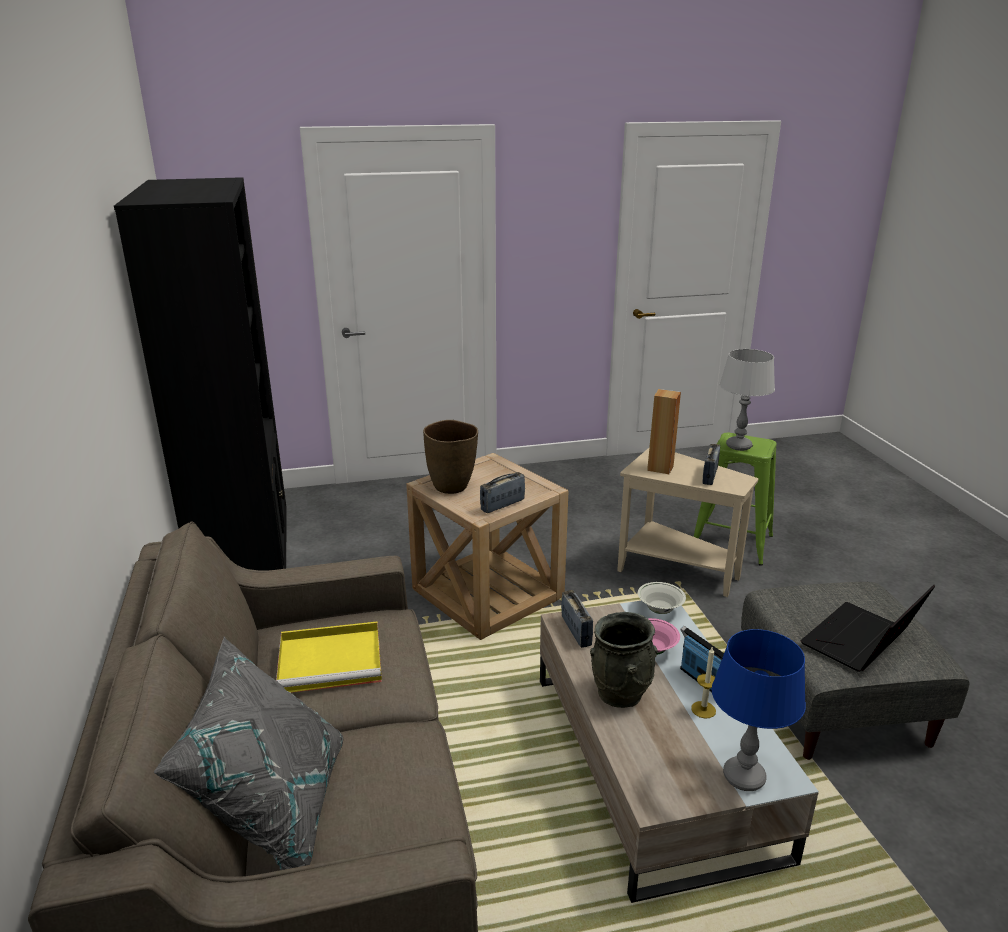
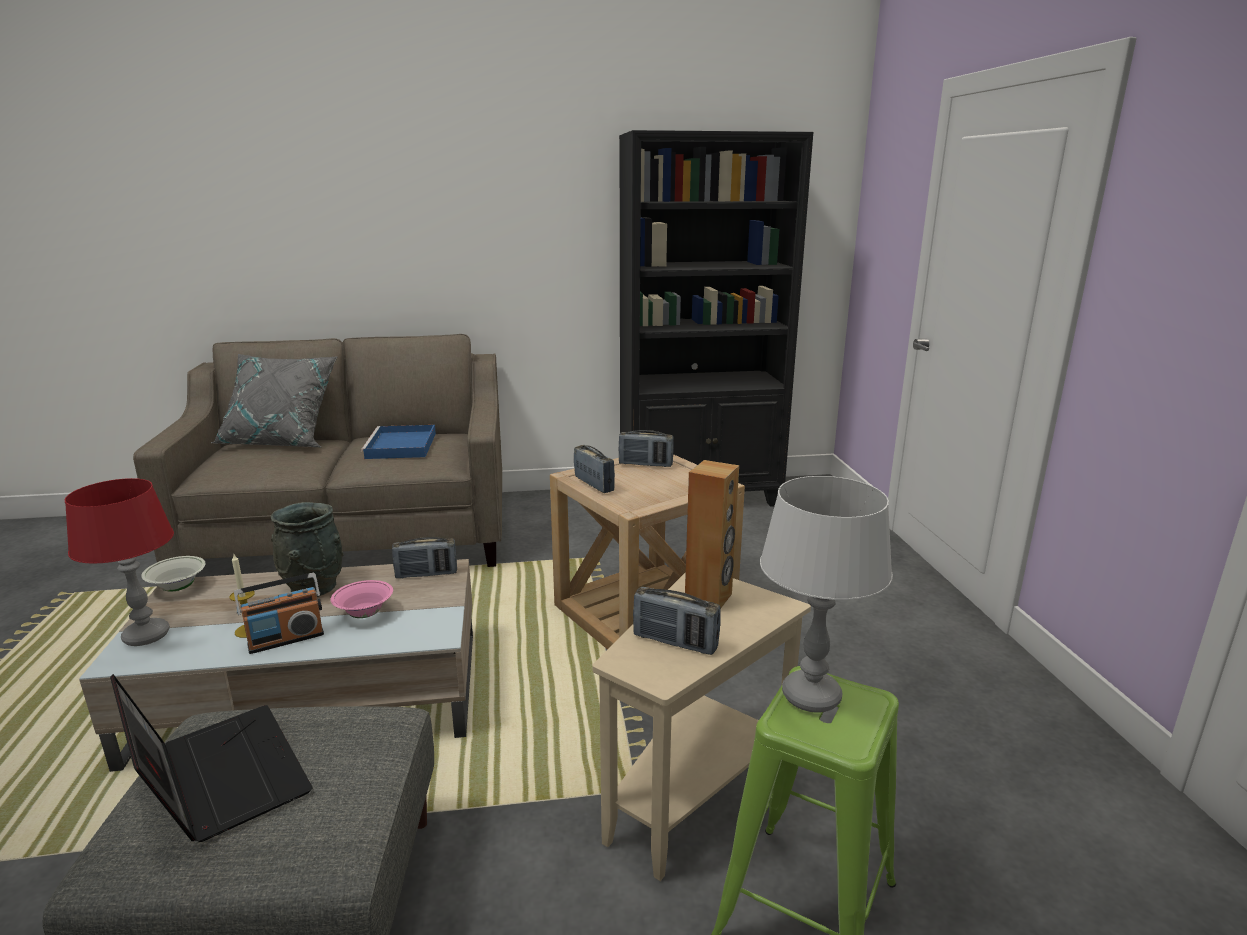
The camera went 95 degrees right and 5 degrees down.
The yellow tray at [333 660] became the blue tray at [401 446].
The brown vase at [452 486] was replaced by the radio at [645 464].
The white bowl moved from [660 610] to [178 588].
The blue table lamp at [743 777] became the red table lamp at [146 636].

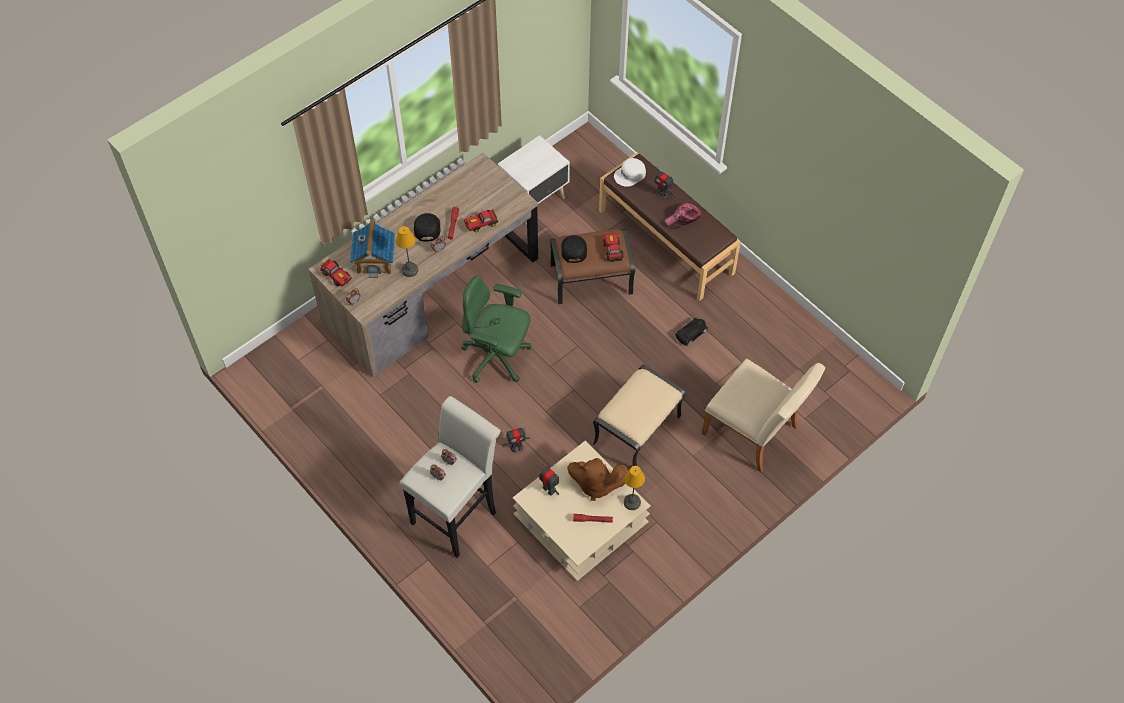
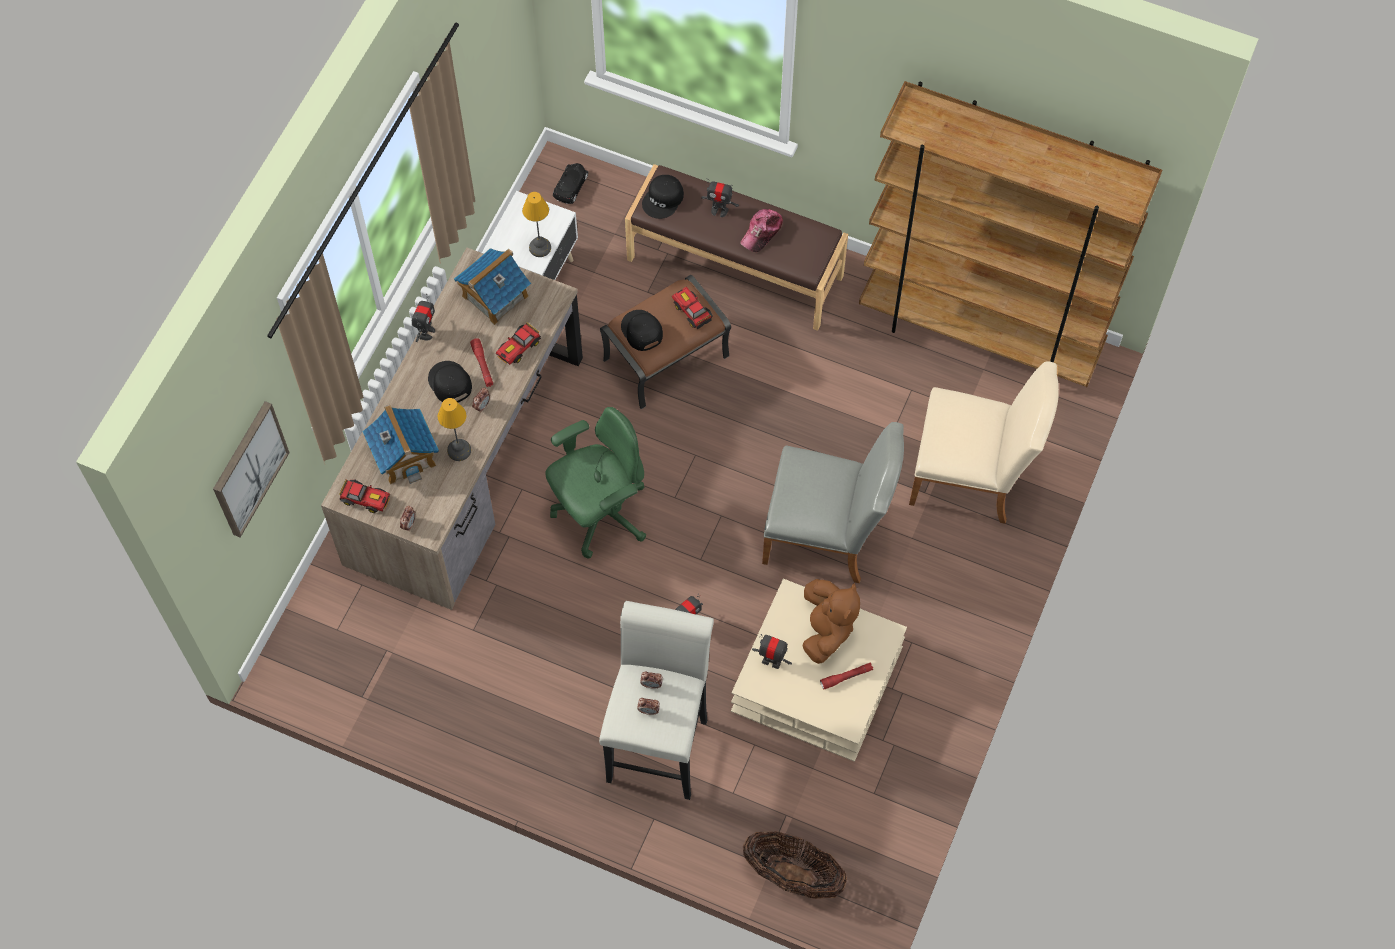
The camera went 25 degrees left and 5 degrees up.
The green office chair at [497 357] turned 150 degrees clockwise.
The brown plush toy at [596 484] turned 75 degrees counterclockwise.
The beige ottoman at [637 430] was replaced by the grey chair at [828 535].
The white cap at [630 175] became the black cap at [663 199].
The table lamp moved from [632 502] to [540 247].
The black toy car moved from [691 333] to [571 186].
The picture at [249 468] appeared.
The toy robot at [426 332] appeared.
The toy house at [494 296] appeared.
The basket at [793 874] appeared.
The brown bookcase at [980 333] appeared.

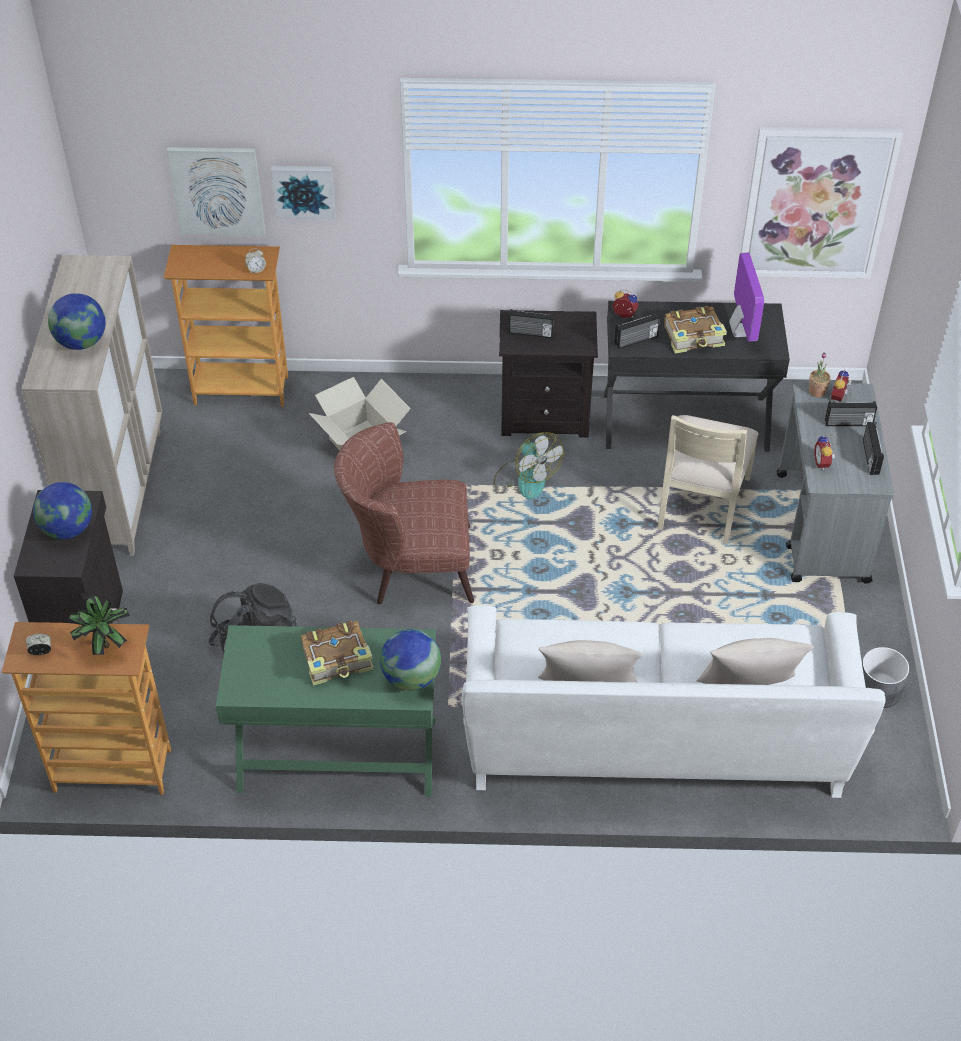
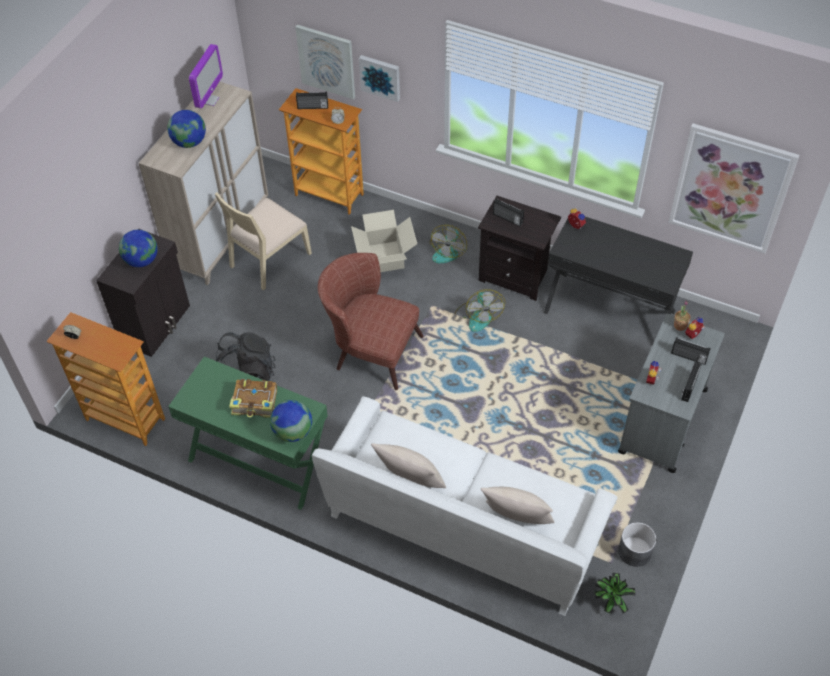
The camera went 25 degrees right and 5 degrees up.
The potted plant moved from [103 644] to [610 601].
The radio moved from [636 340] to [312 107].
The beige chair moved from [701 503] to [269 259].
The book at [694 337] disappeared.
The monitor moved from [741 330] to [209 100].
The fan at [447 251] appeared.

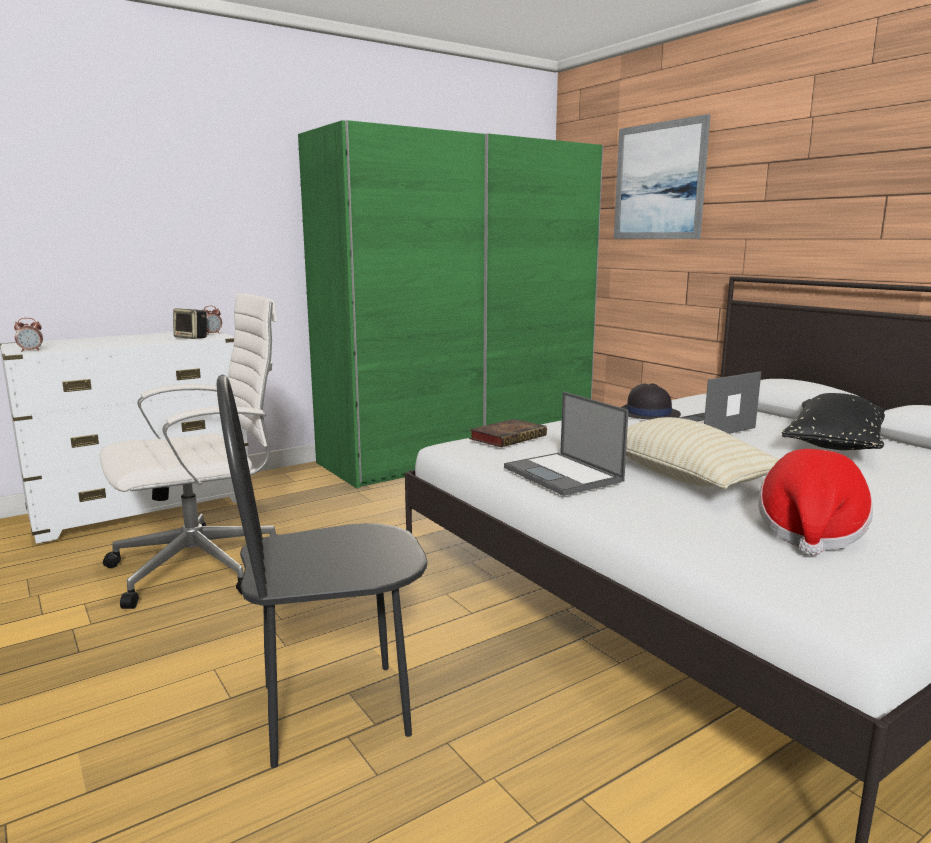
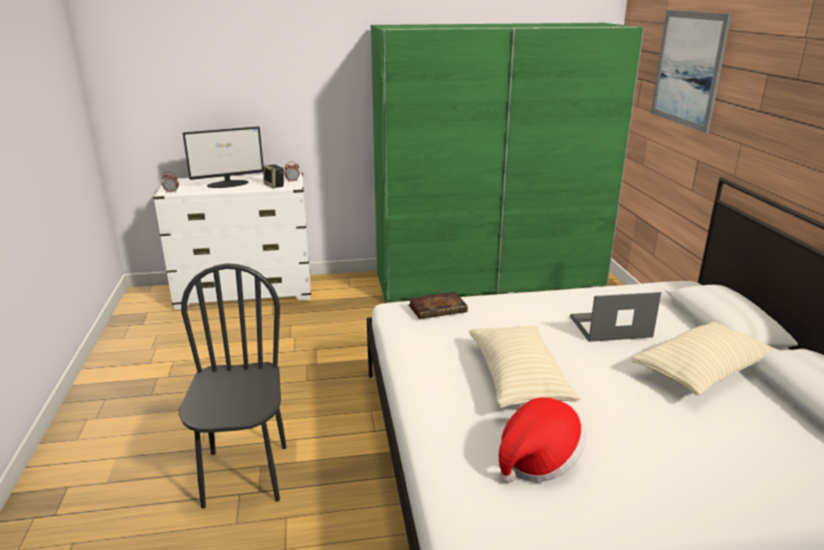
The camera went 25 degrees right and 10 degrees up.
The white office chair at [203 566] disappeared.
The black chair at [335 710] turned 75 degrees clockwise.
The laptop at [564 474] disappeared.
The black hat at [648 414] disappeared.
The black pillow at [835 444] became the beige pillow at [702 372].
The monitor at [228 184] appeared.

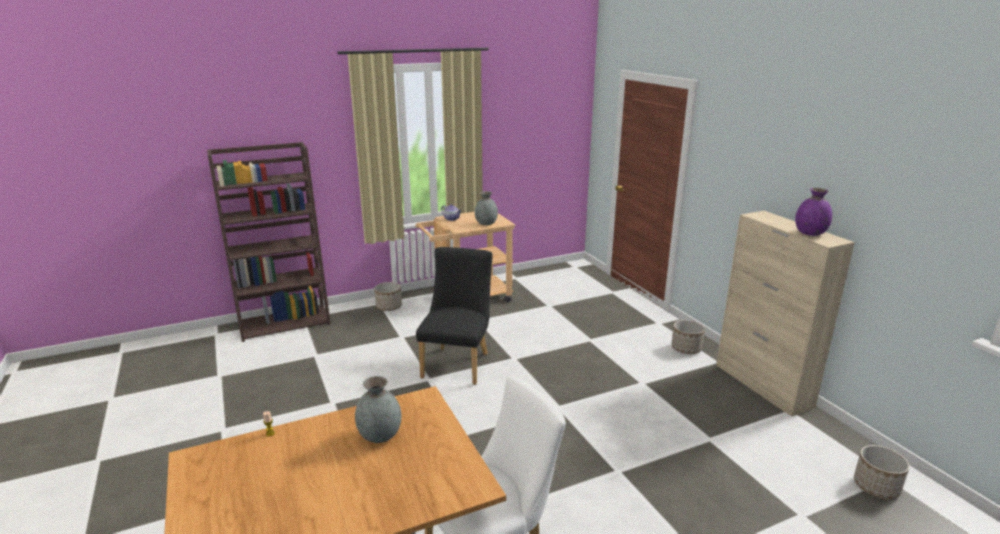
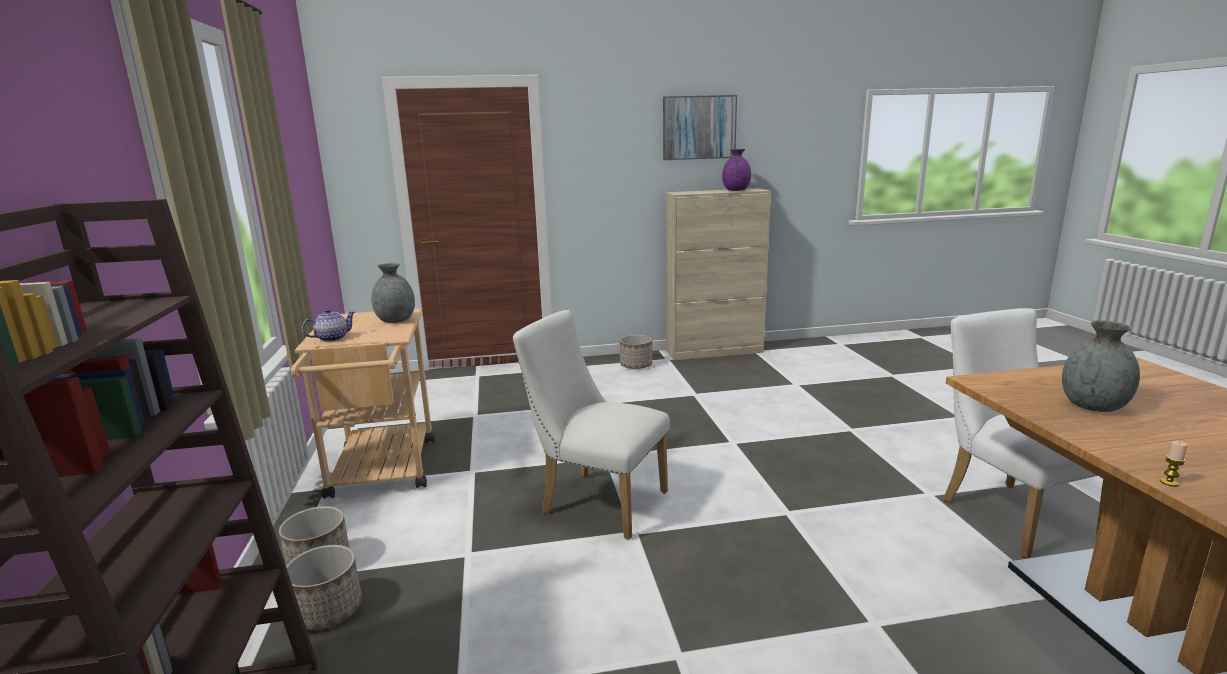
The camera went 75 degrees left and 5 degrees down.
The black chair at [458 363] became the white chair at [596 501].
The planter moved from [875 486] to [327 611].
The picture at [699 127] appeared.

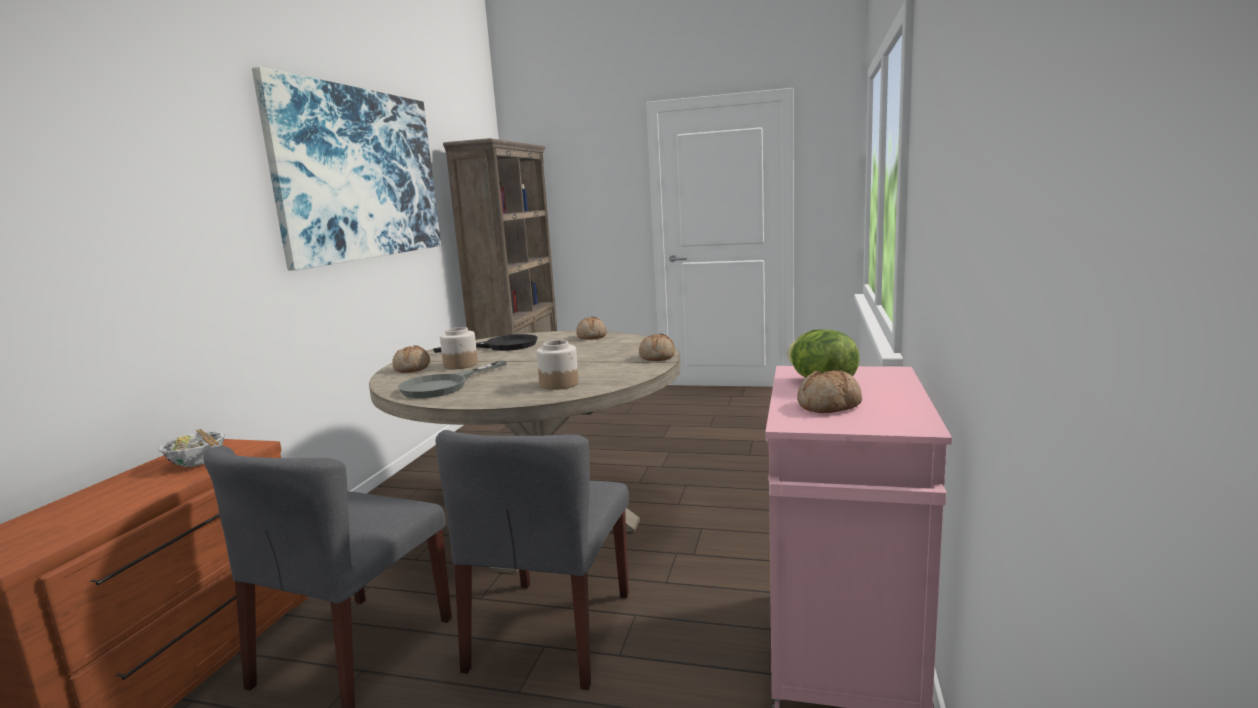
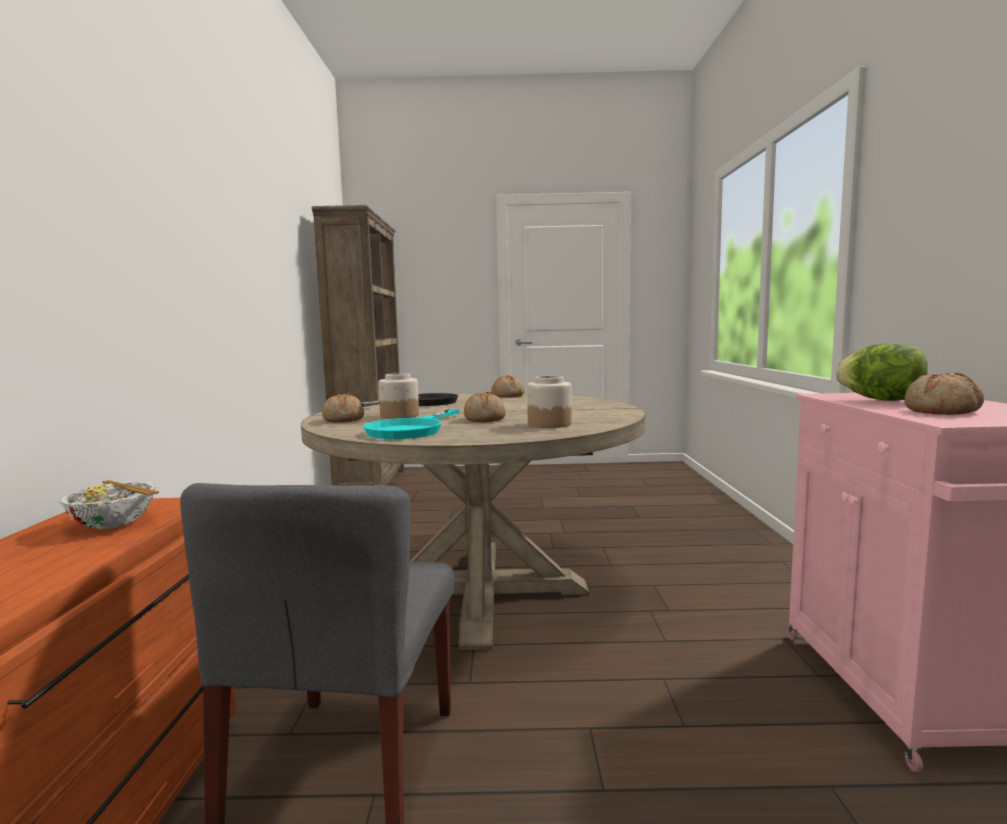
The camera went 15 degrees left and 5 degrees down.
The picture at [360 174] disappeared.
The grey frying pan at [444 385] became the turquoise frying pan at [412 429].
The grey chair at [551 631] disappeared.
The bread moved from [658 357] to [485 419].

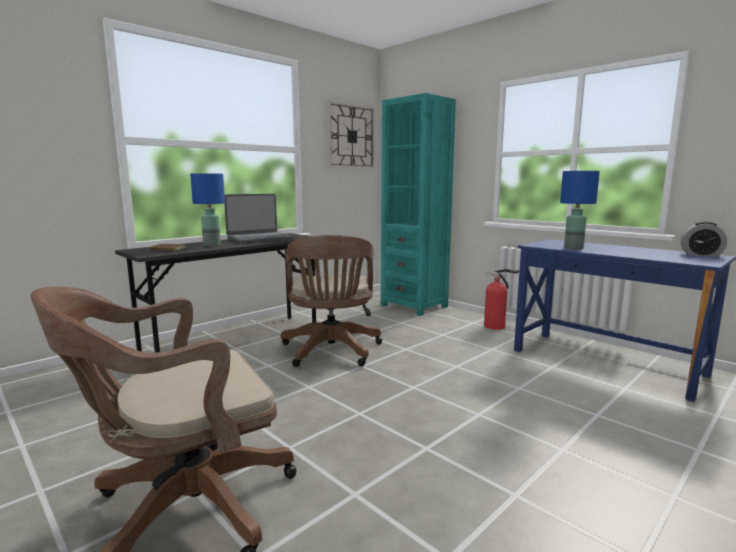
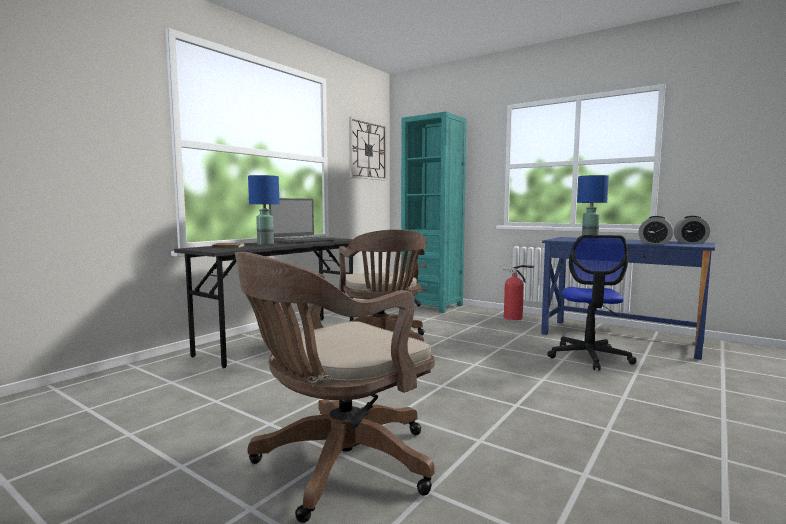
The camera went 10 degrees left and 5 degrees down.
The office chair at [589 357] appeared.
The alarm clock at [655 243] appeared.

